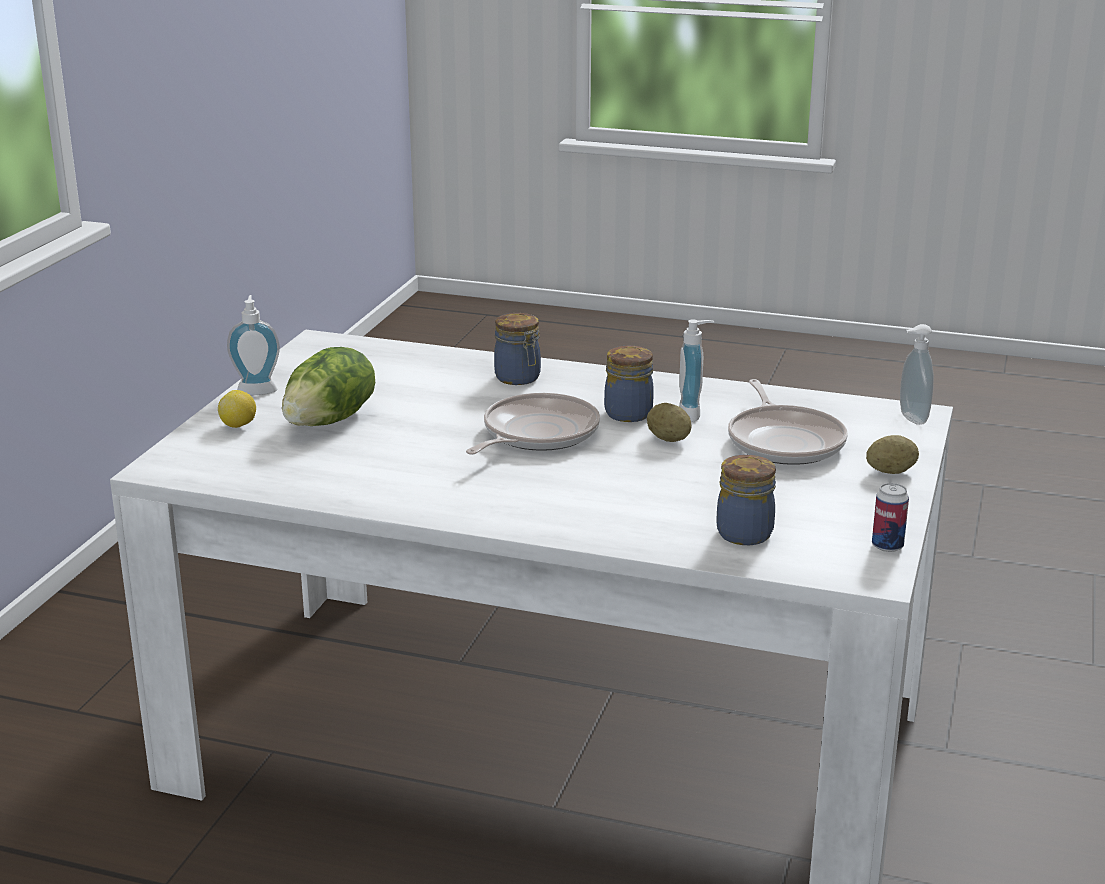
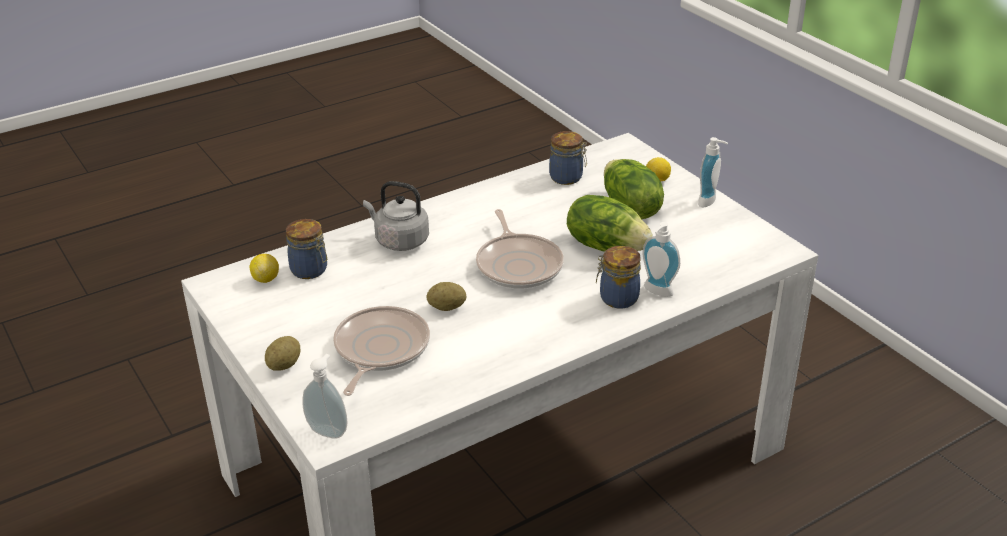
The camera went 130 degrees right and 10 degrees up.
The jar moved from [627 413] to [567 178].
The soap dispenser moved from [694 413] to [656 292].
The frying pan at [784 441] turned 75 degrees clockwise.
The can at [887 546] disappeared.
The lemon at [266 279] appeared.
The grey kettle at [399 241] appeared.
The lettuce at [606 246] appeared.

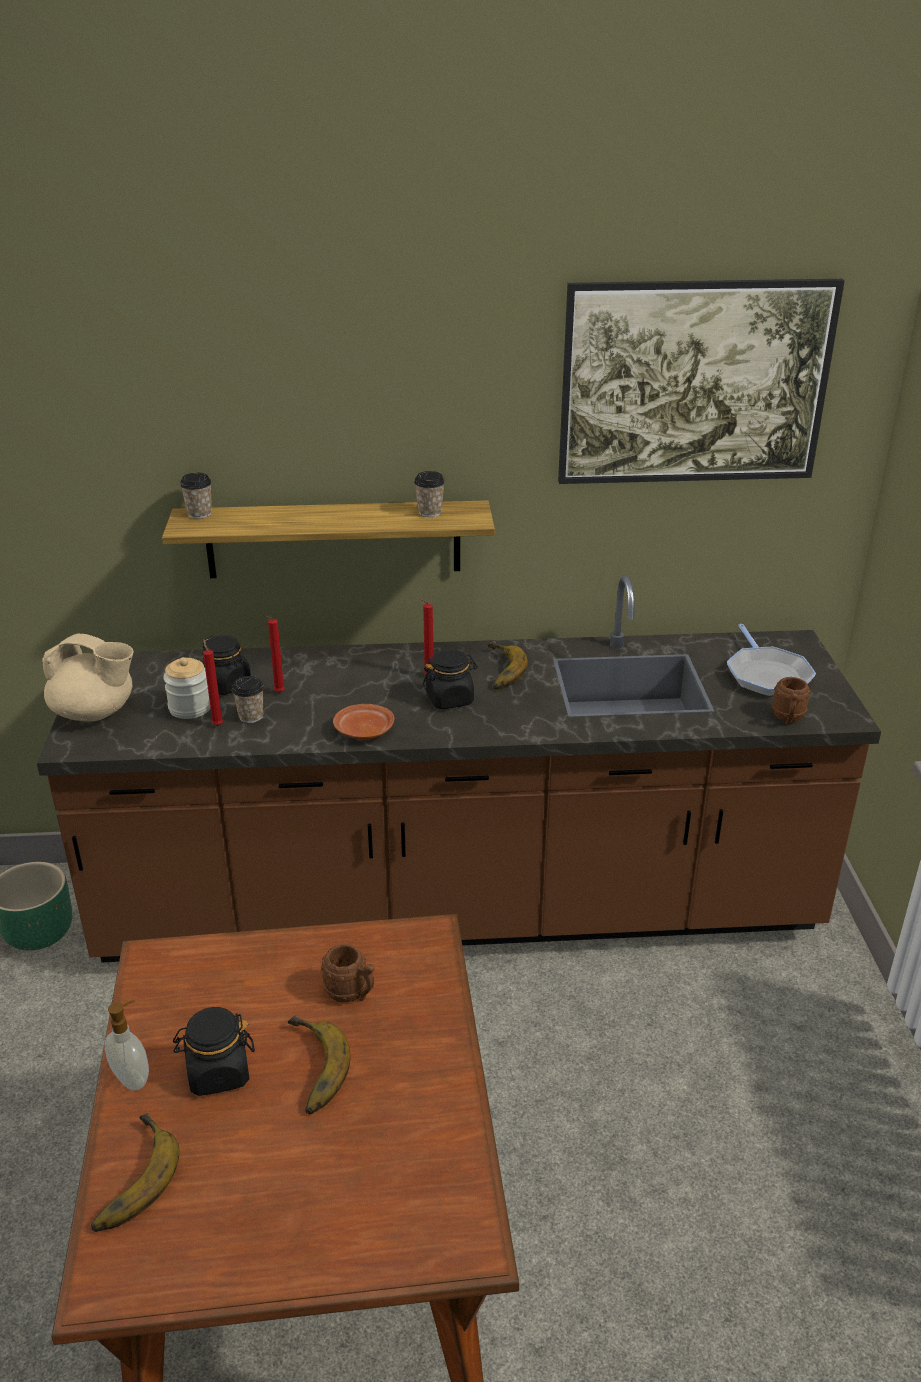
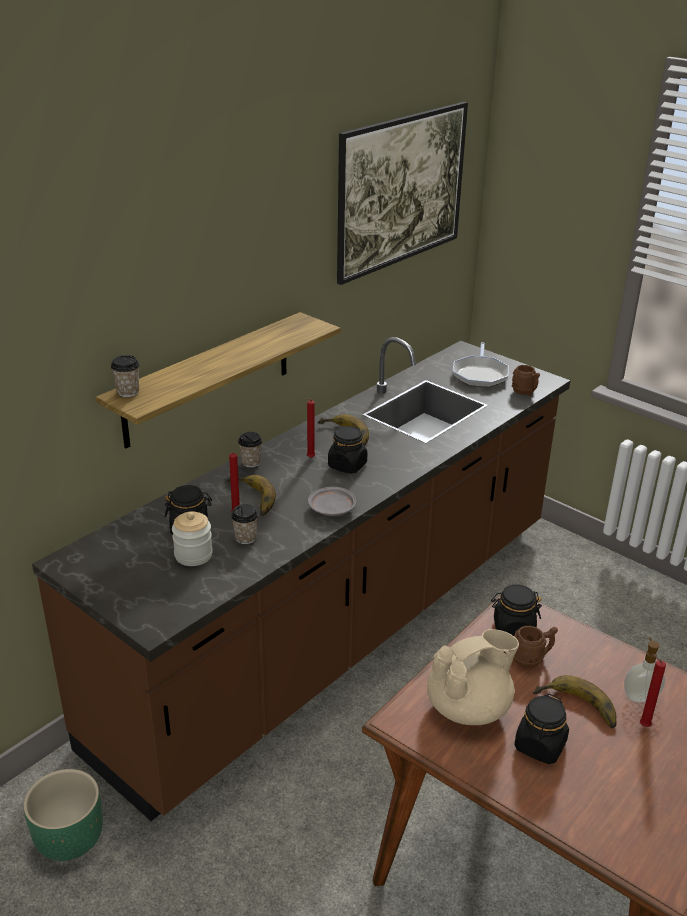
The camera went 45 degrees left and 0 degrees up.
The beige teapot moved from [95 713] to [469 707].
The banana moved from [128 1178] to [250 499].
The soap dispenser moved from [133 1077] to [640 697].
The red candle moved from [217 724] to [642 725].
The brown plate at [363 731] became the grey plate at [331 509].
The cup moved from [430 512] to [251 462].
The frying pan at [766 675] turned 60 degrees clockwise.
The black jar at [513 629] appeared.

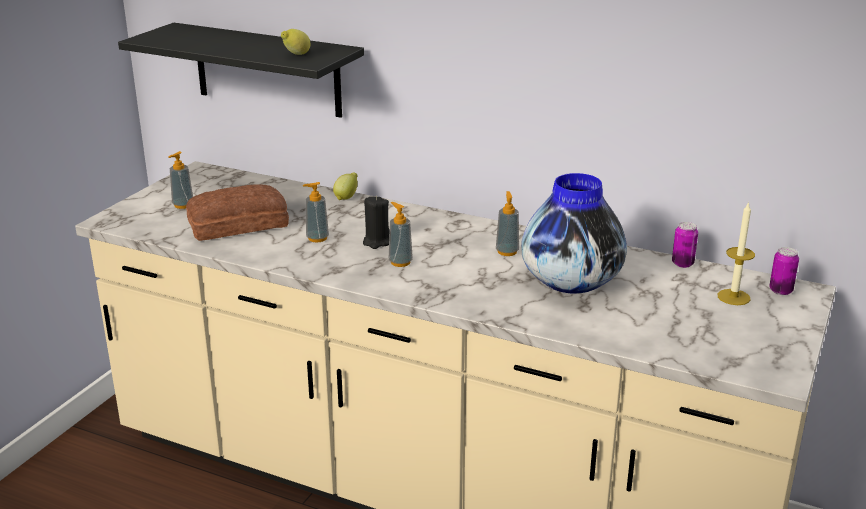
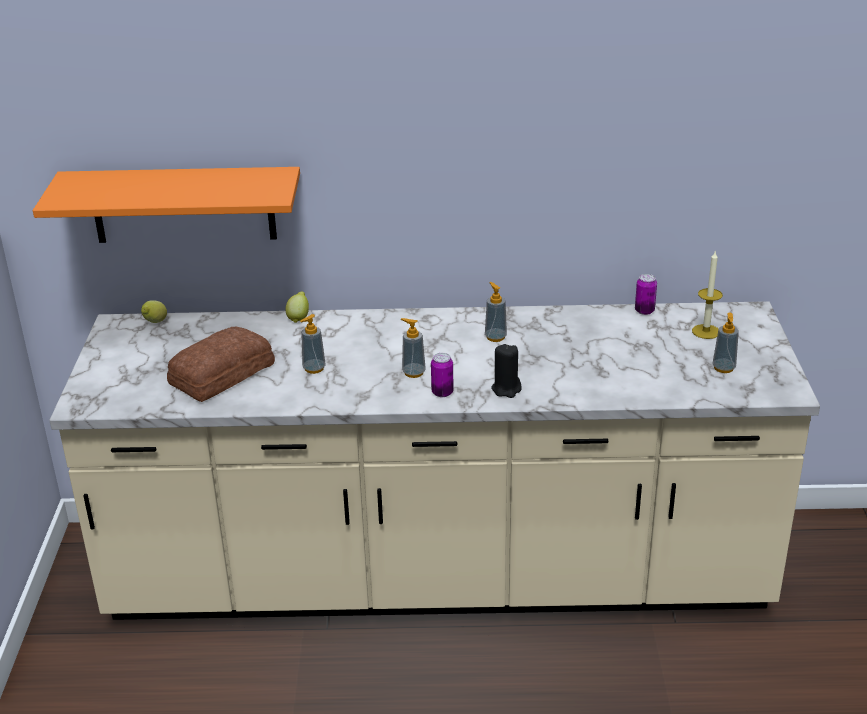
The camera went 25 degrees left and 5 degrees up.
The black shelf at [267 70] became the orange shelf at [183 204].
The soap dispenser moved from [183 205] to [723 368].
The lemon moved from [296 55] to [155 323].
The black candle moved from [377 242] to [506 389].
The vase at [571 283] disappeared.
The can moved from [780 291] to [442 392].

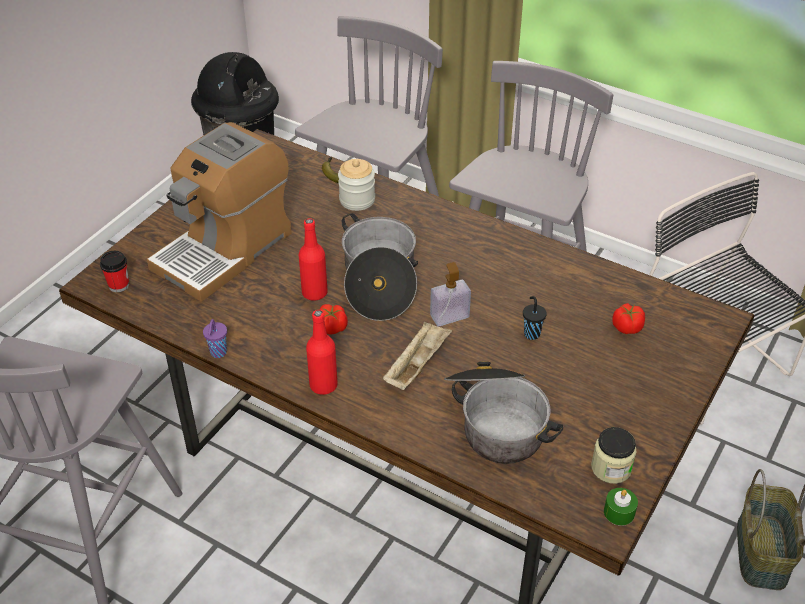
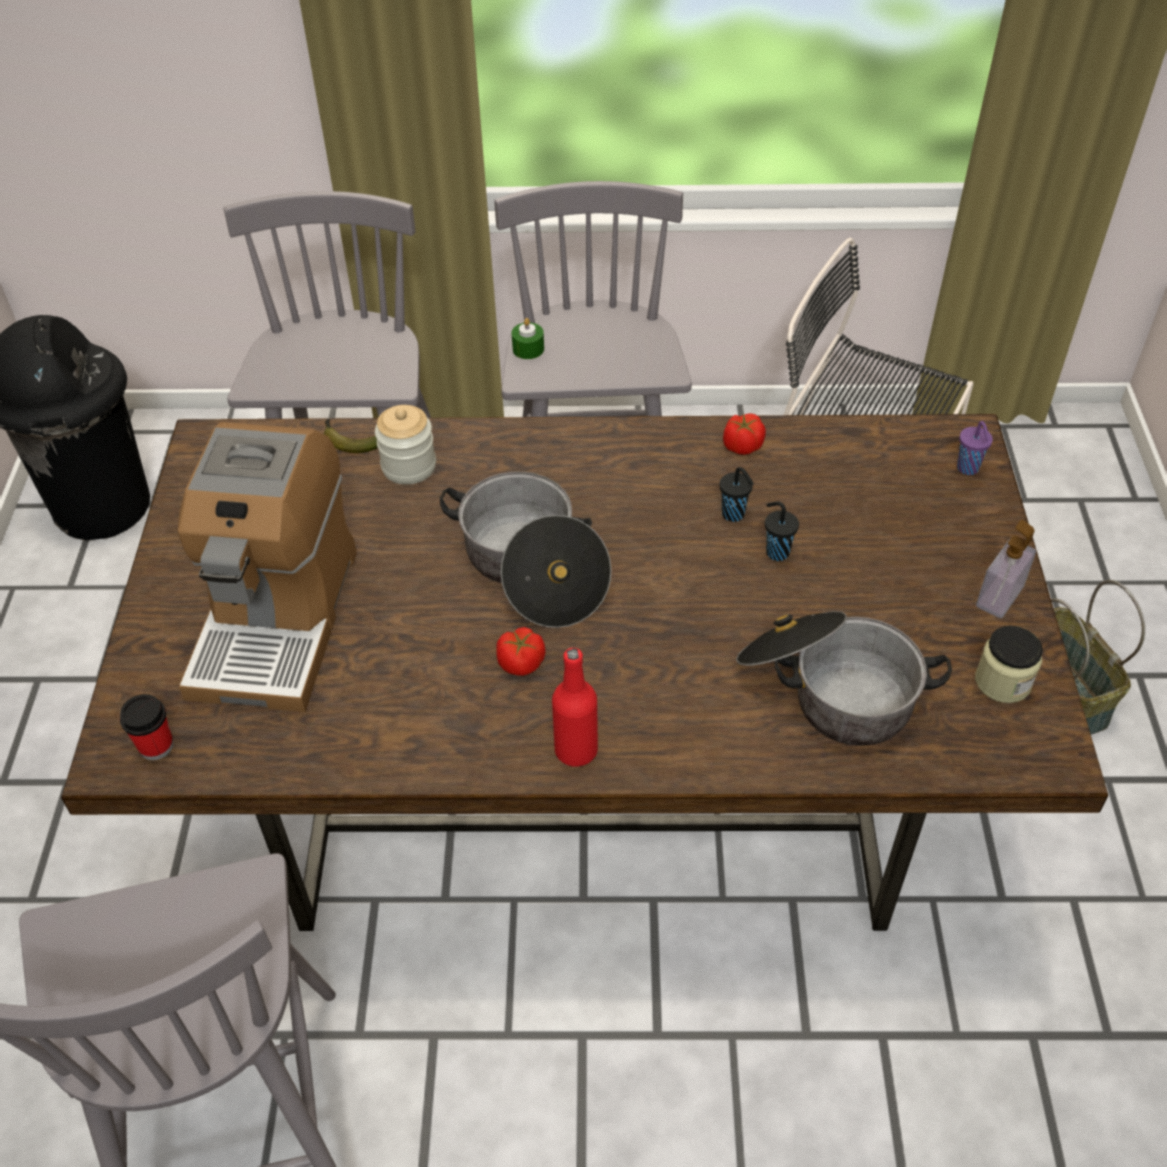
The camera went 30 degrees left and 5 degrees up.
The purple cup moved from [218 353] to [968 469].
The red bottle at [314 293] disappeared.
The beige tray at [417 365] disappeared.
The soap dispenser moved from [449 316] to [999 597].
The green candle moved from [619 512] to [528 349].
The tomato moved from [626 327] to [742 446].
The black cup at [734 515] appeared.

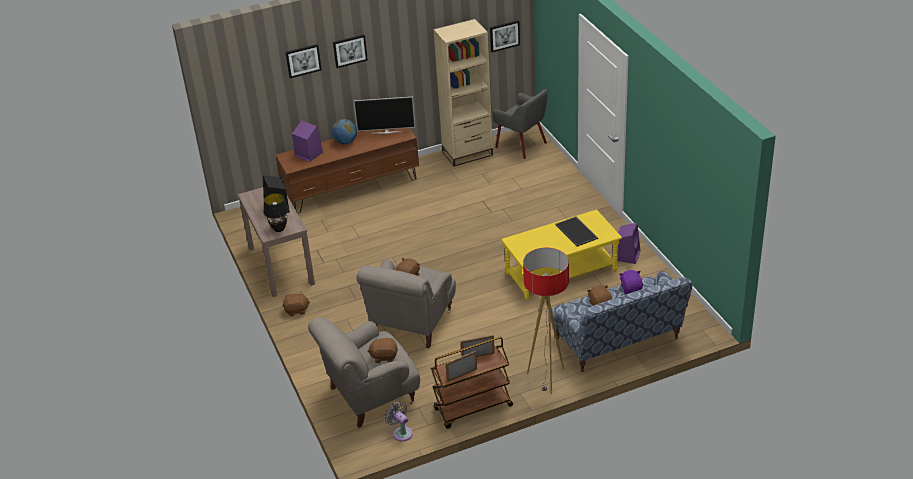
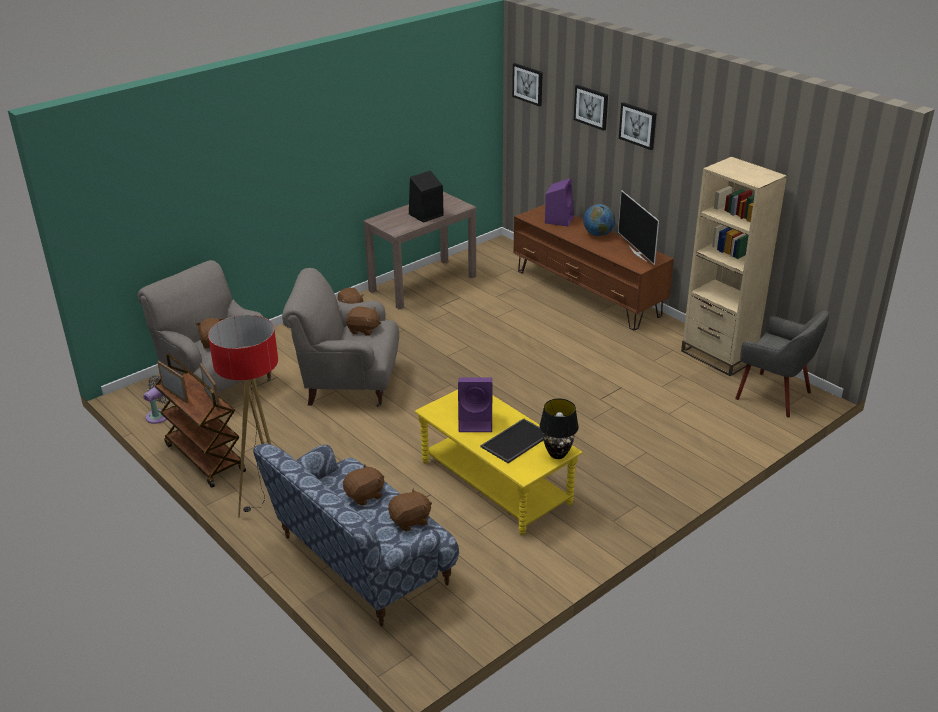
The camera went 70 degrees right and 5 degrees down.
The black table lamp moved from [279 229] to [557 454].
The picture moved from [504 35] to [528 84].
The grey armchair at [522 145] turned 75 degrees counterclockwise.
The purple speaker moved from [627 255] to [476 422].
The purple plush toy at [631 289] became the brown plush toy at [410 520].

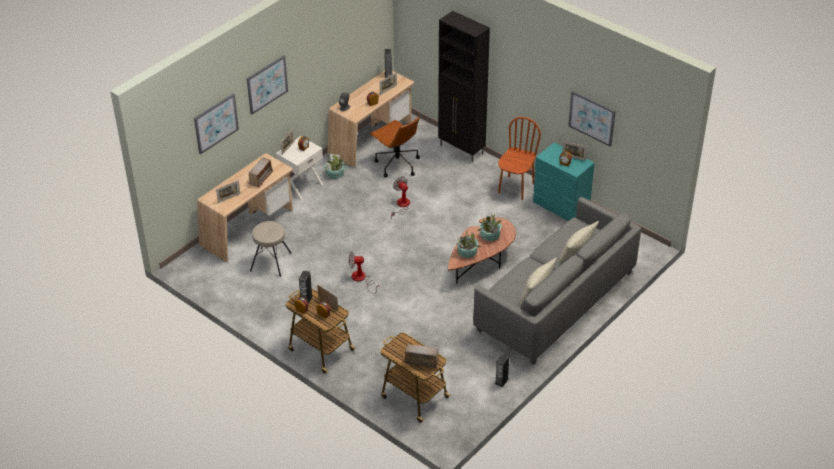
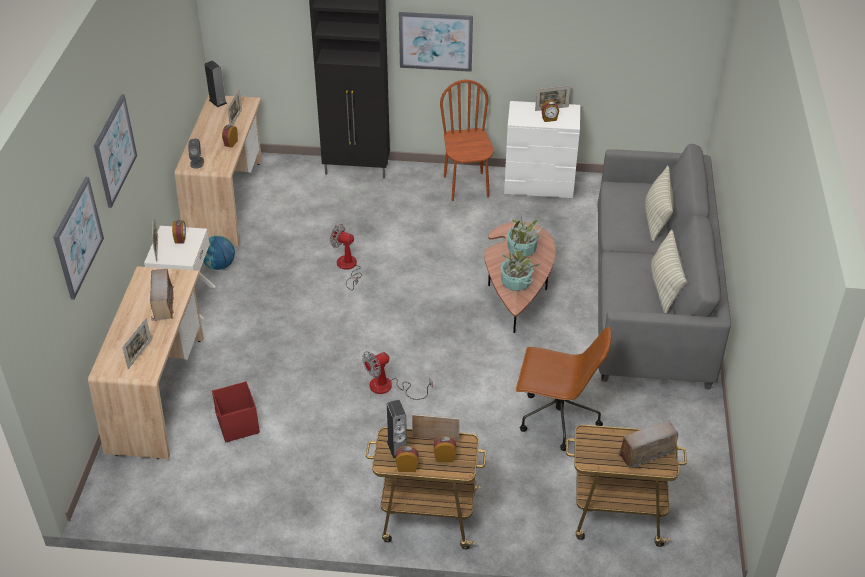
The camera went 35 degrees left and 0 degrees up.
The beige stool at [271 262] was replaced by the red storage box at [238 425].
The potted plant at [335 174] was replaced by the globe at [219 265].
The brown office chair moved from [397 164] to [557 419].
The speaker at [501 381] disappeared.
The turquoise dresser at [561 206] became the white dresser at [539 185].
The picture moved from [592 118] to [435 41].

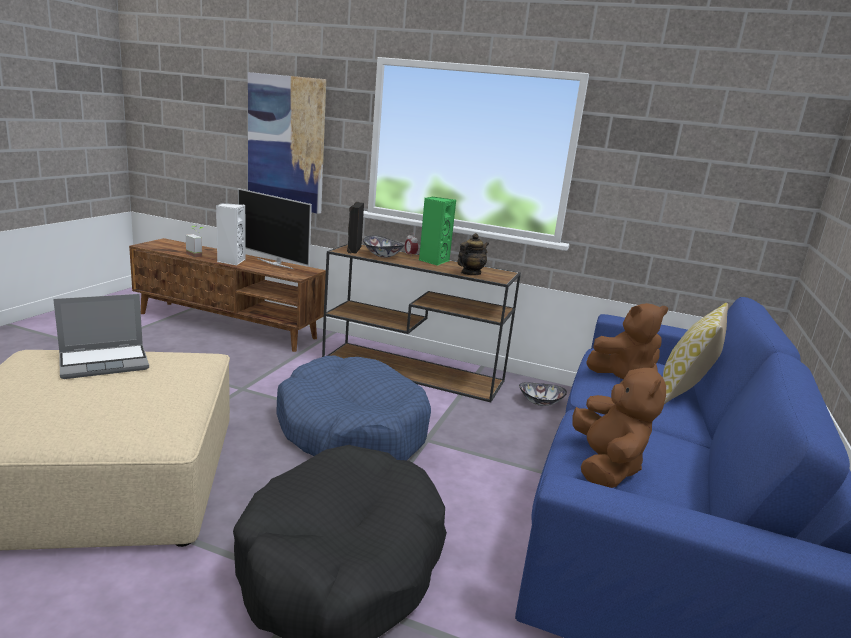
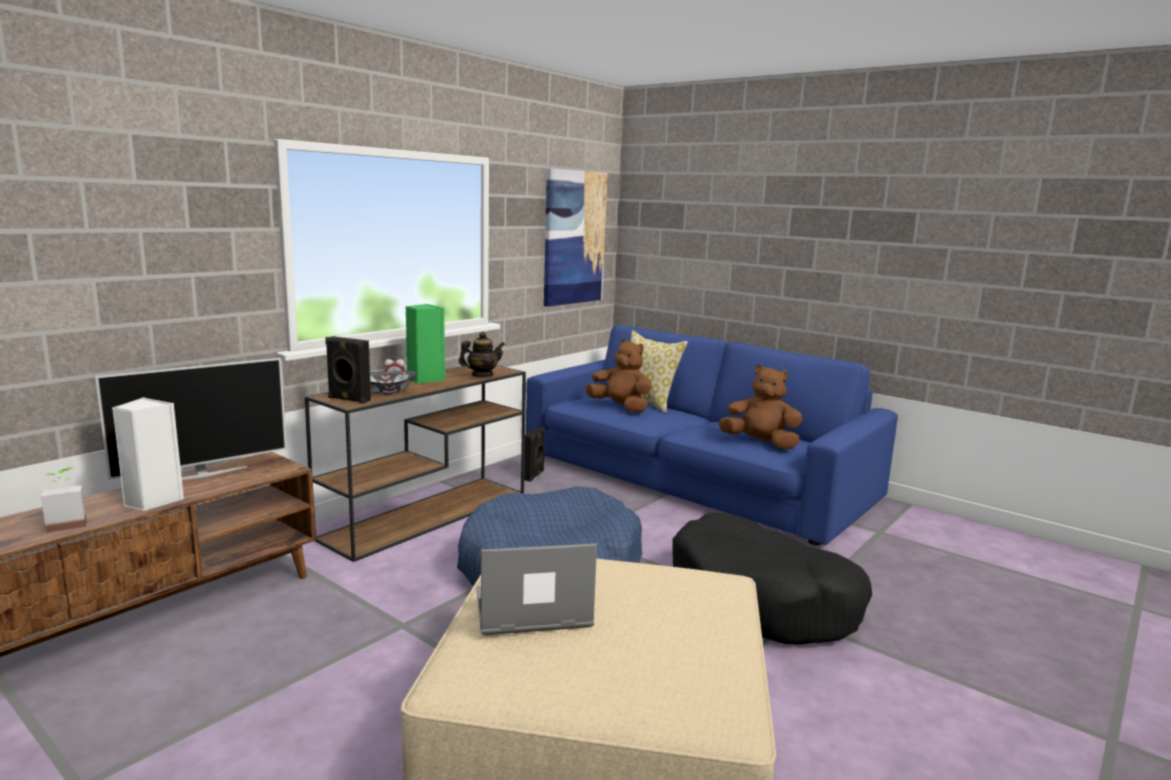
The camera went 70 degrees left and 5 degrees down.
The laptop at [105 362] turned 90 degrees counterclockwise.
The picture moved from [286 143] to [574 238].
The teapot at [470 273] turned 90 degrees clockwise.
The bowl at [540 402] was replaced by the black speaker at [534 475].
The brown plush toy at [623 374] turned 60 degrees counterclockwise.

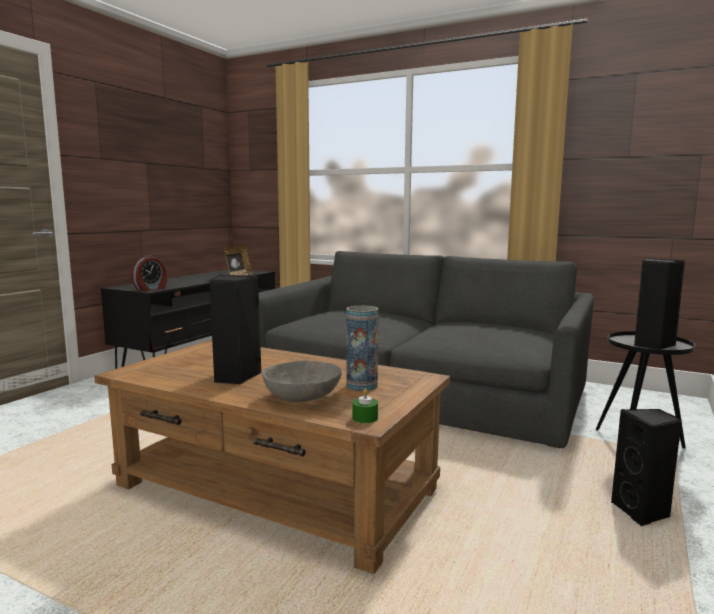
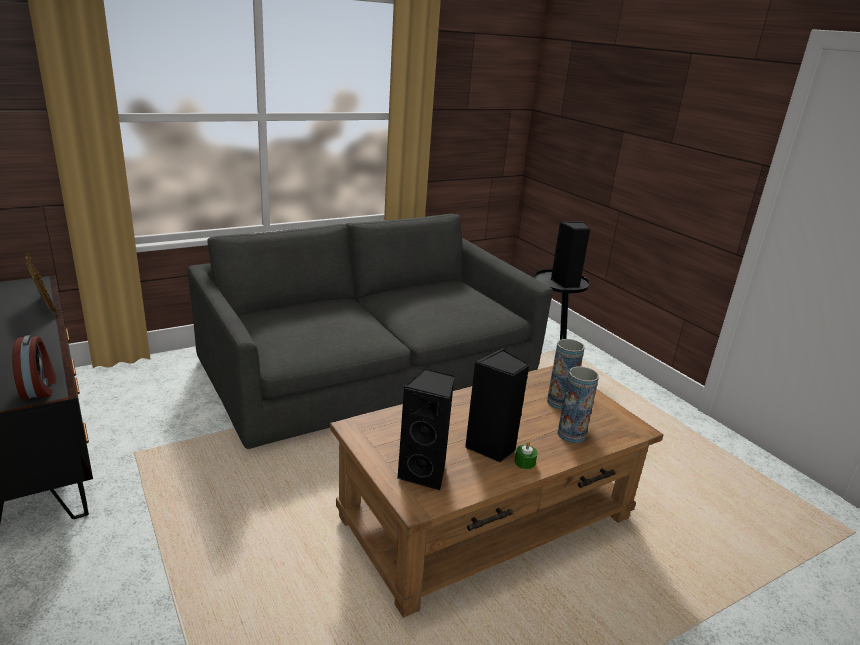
The camera went 60 degrees left and 15 degrees up.
The grey bowl at [302 398] was replaced by the vase at [571 434].
The green candle moved from [365 418] to [525 462].
The black speaker moved from [642 513] to [425 473].

